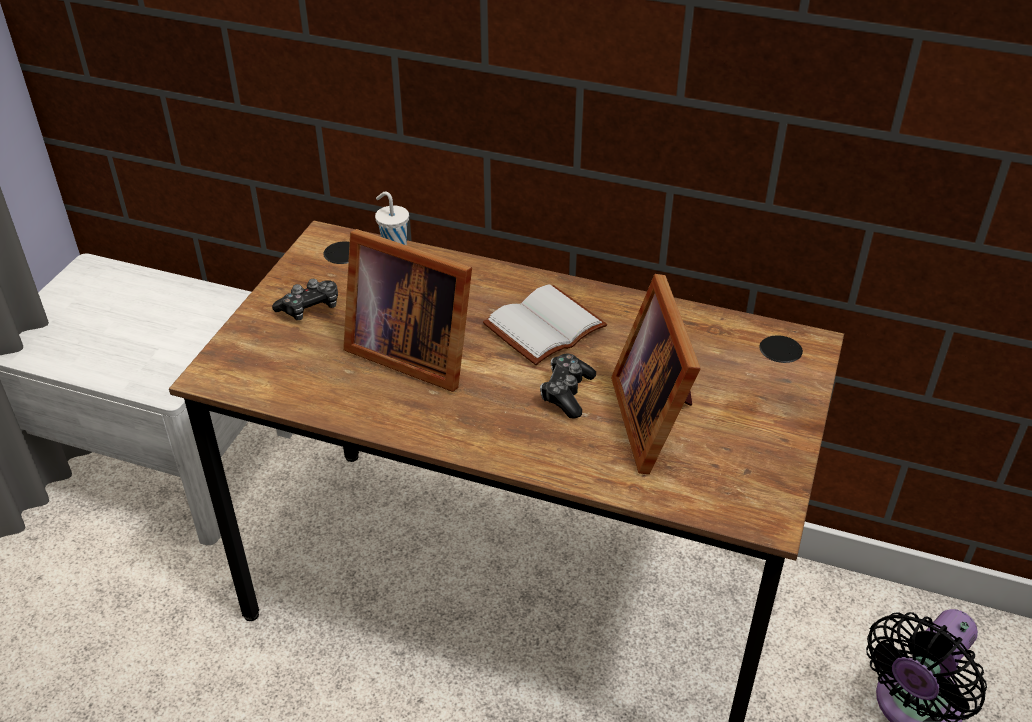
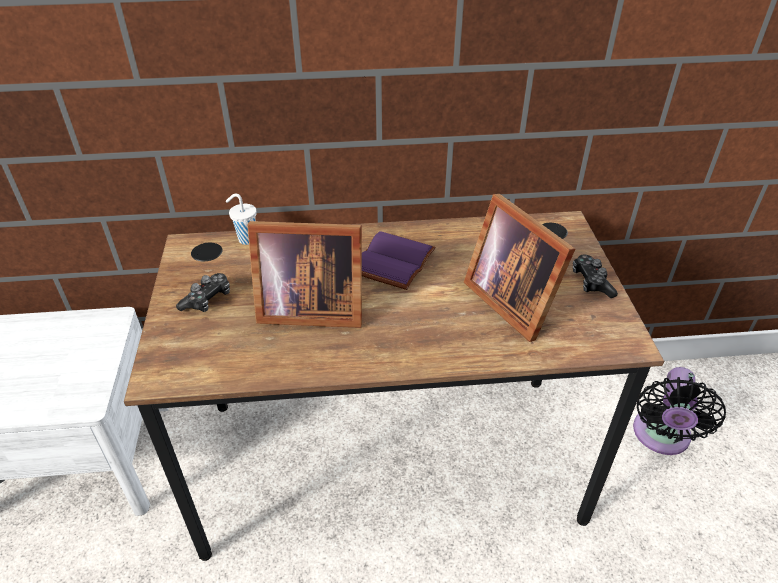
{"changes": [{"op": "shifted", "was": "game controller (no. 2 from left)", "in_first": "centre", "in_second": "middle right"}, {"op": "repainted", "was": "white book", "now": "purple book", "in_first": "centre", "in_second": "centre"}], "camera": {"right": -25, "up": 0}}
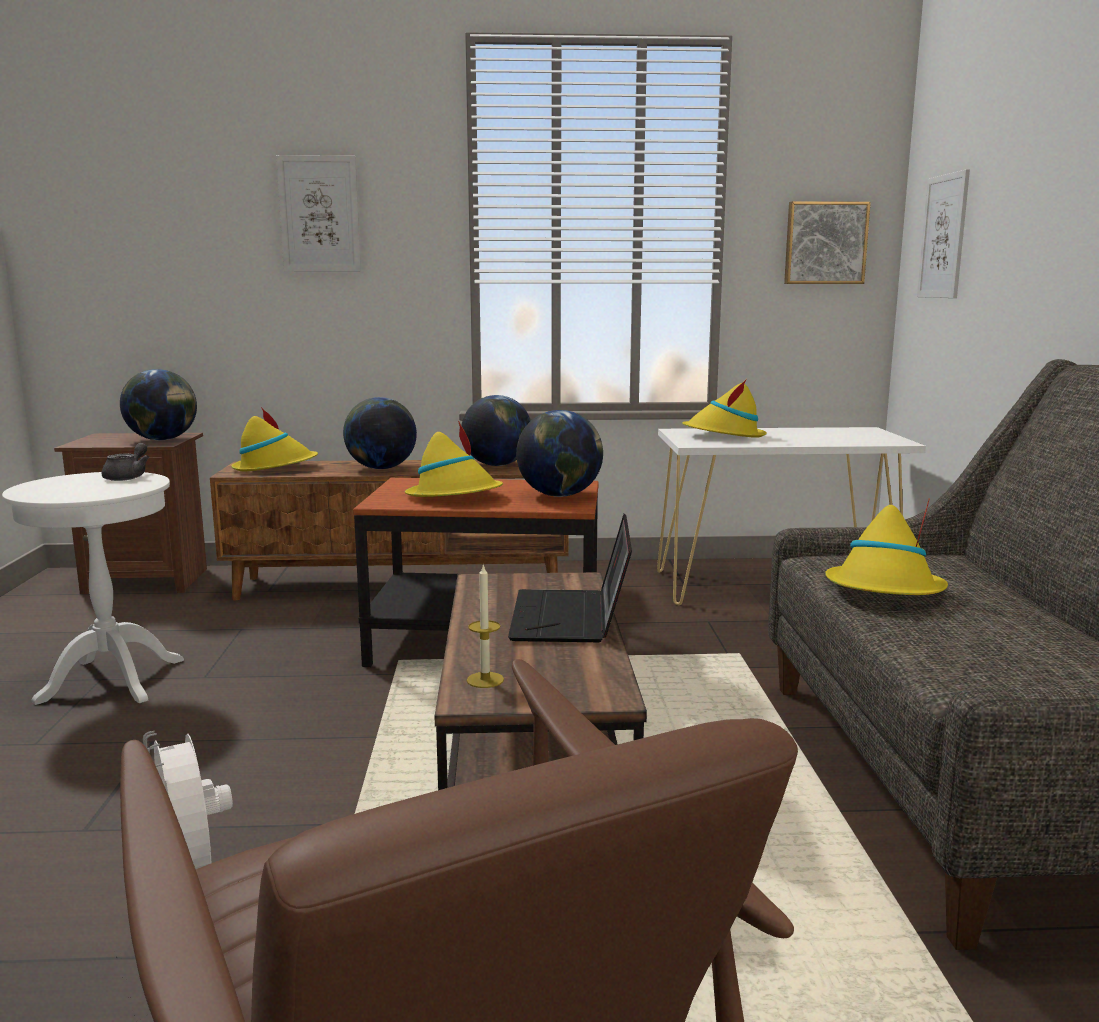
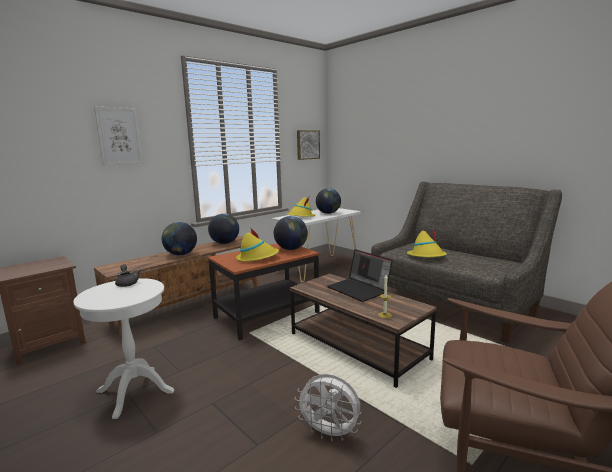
{"changes": [{"op": "gone", "was": "yellow hat (no. 1 from left)", "in_first": "middle left"}, {"op": "gone", "was": "picture (no. 3 from left)", "in_first": "top right"}, {"op": "shifted", "was": "globe (no. 1 from left in the first image)", "now": "globe (no. 4 from left)", "in_first": "middle left", "in_second": "centre"}], "camera": {"right": -40, "up": 0}}
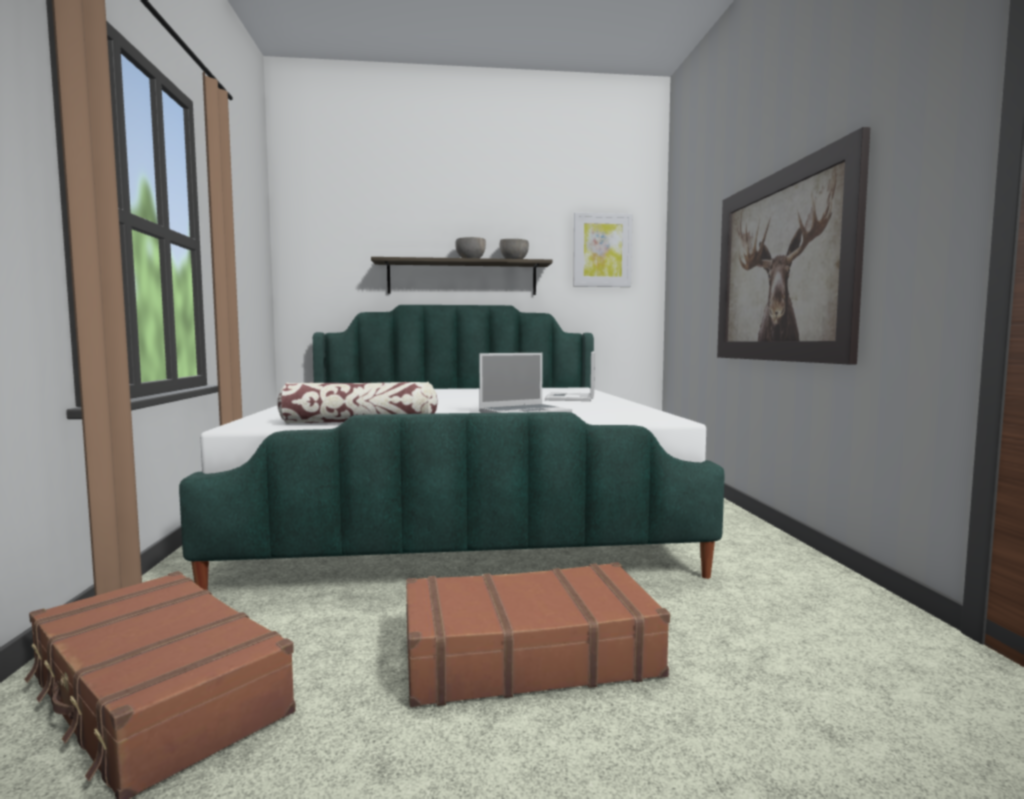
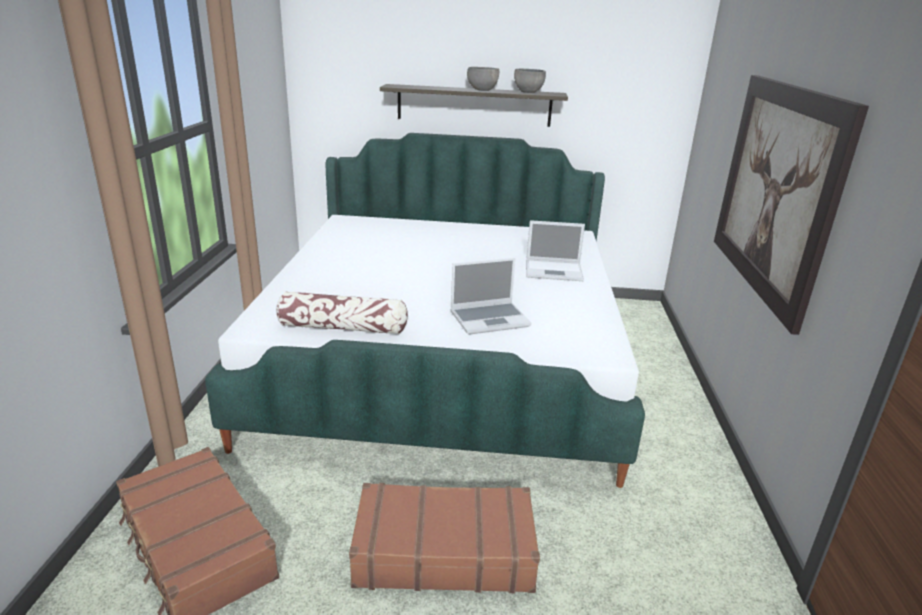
{"changes": [{"op": "gone", "was": "picture (no. 1 from left)", "in_first": "top centre"}, {"op": "rotated", "was": "laptop (no. 2 from left)", "in_first": "centre", "in_second": "centre", "clockwise": -105}], "camera": {"right": 10, "up": 20}}
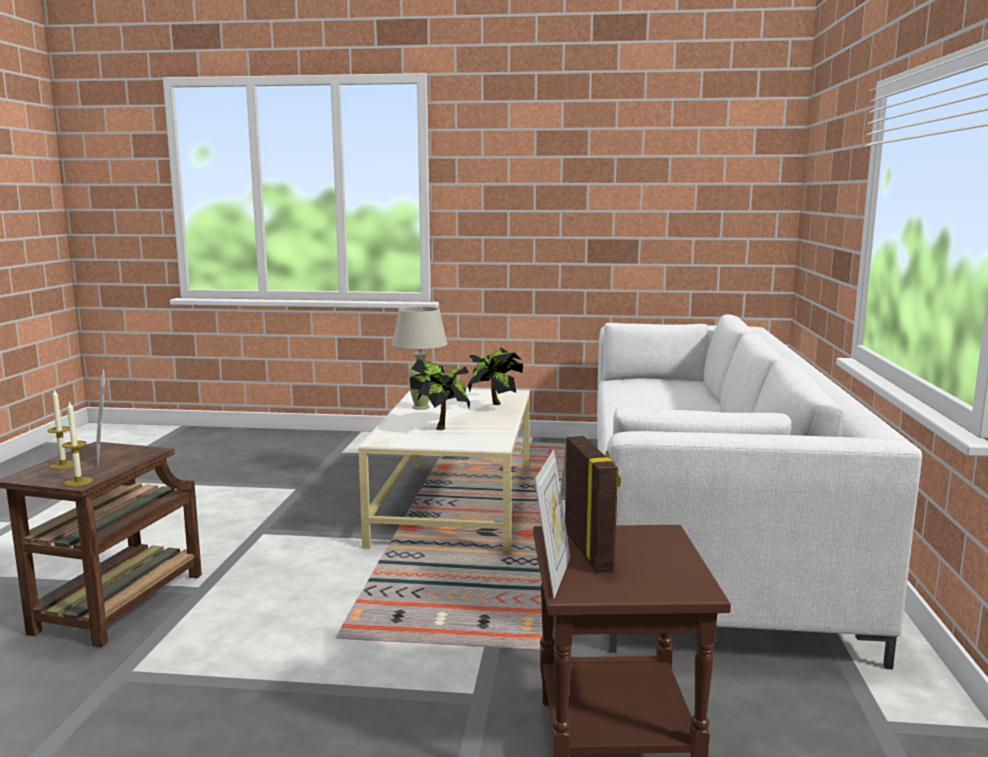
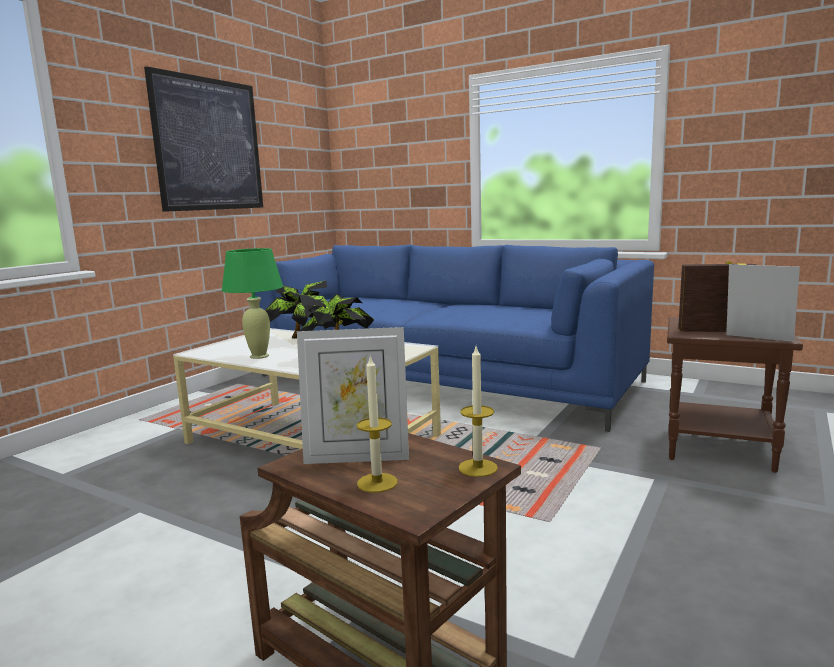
{"changes": [{"op": "new", "now": "picture", "in_second": "top left"}, {"op": "repainted", "was": "beige table lamp", "now": "green table lamp", "in_first": "centre", "in_second": "middle left"}, {"op": "repainted", "was": "white sofa", "now": "blue sofa", "in_first": "middle right", "in_second": "centre"}], "camera": {"right": -65, "up": 0}}
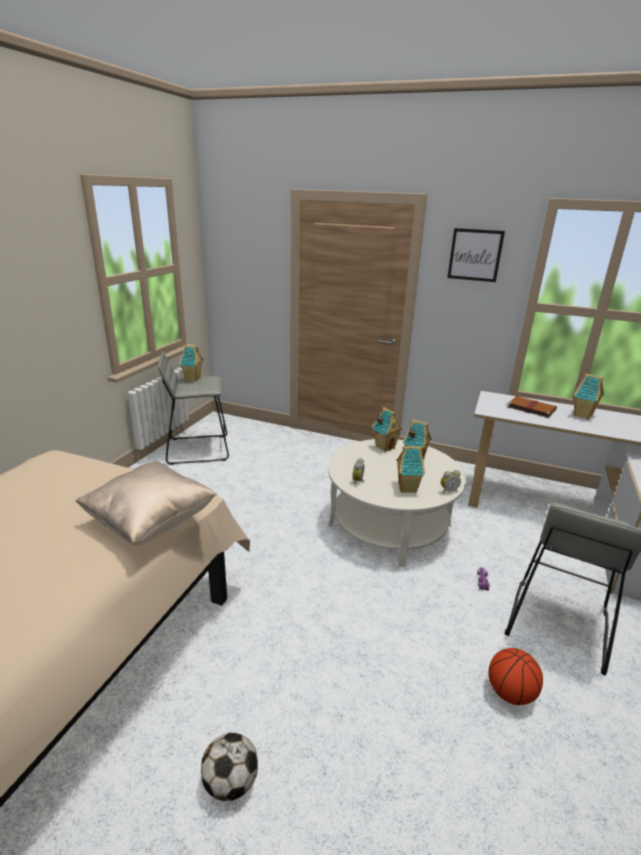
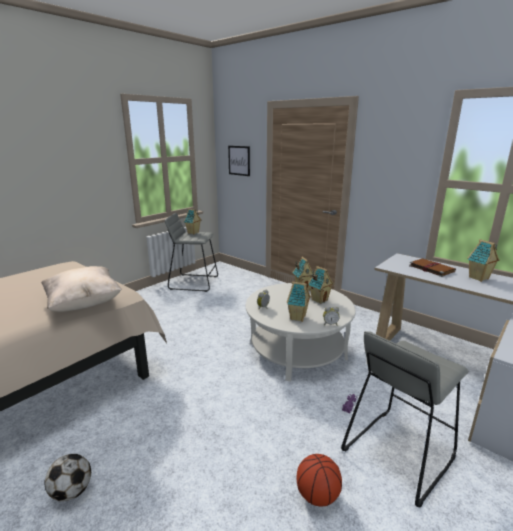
{"changes": [{"op": "shifted", "was": "picture", "in_first": "top right", "in_second": "top centre"}], "camera": {"right": 20, "up": -5}}
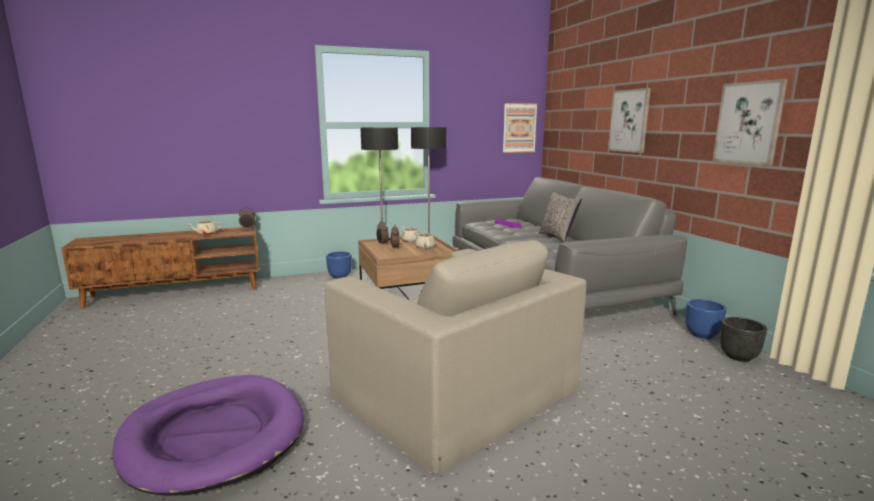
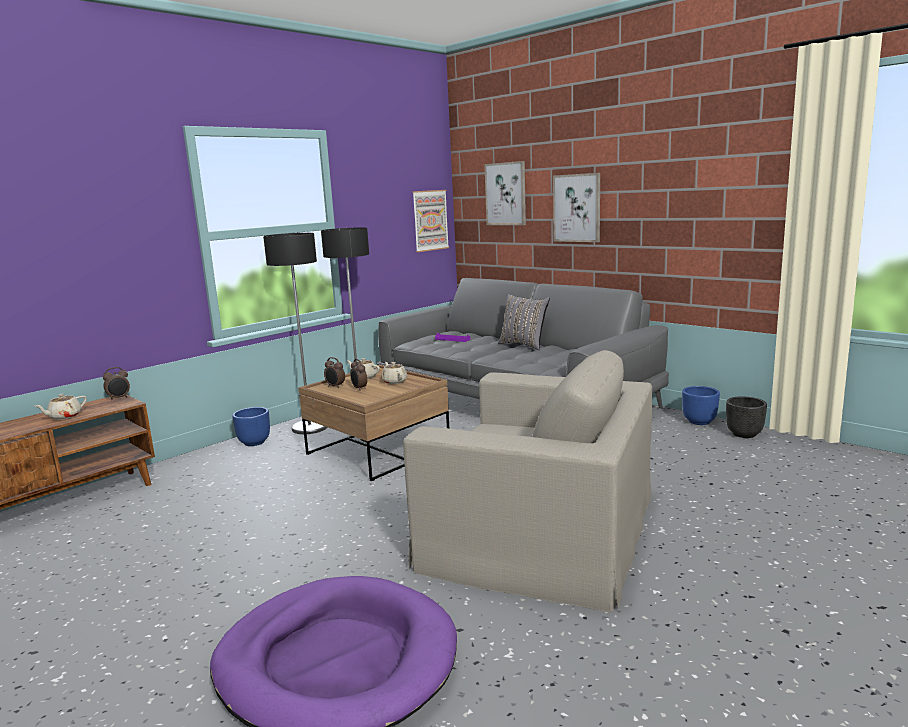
{"changes": [{"op": "shifted", "was": "picture (no. 3 from left in the first image)", "now": "picture (no. 2 from left)", "in_first": "top right", "in_second": "top centre"}], "camera": {"right": -25, "up": 0}}
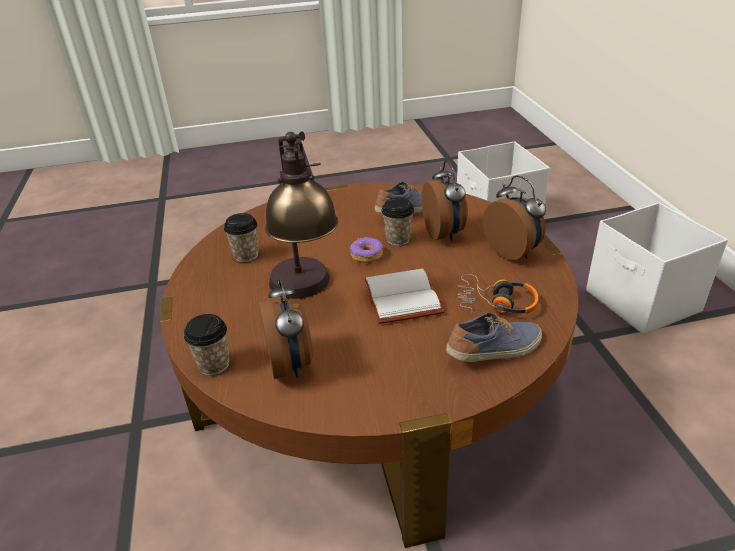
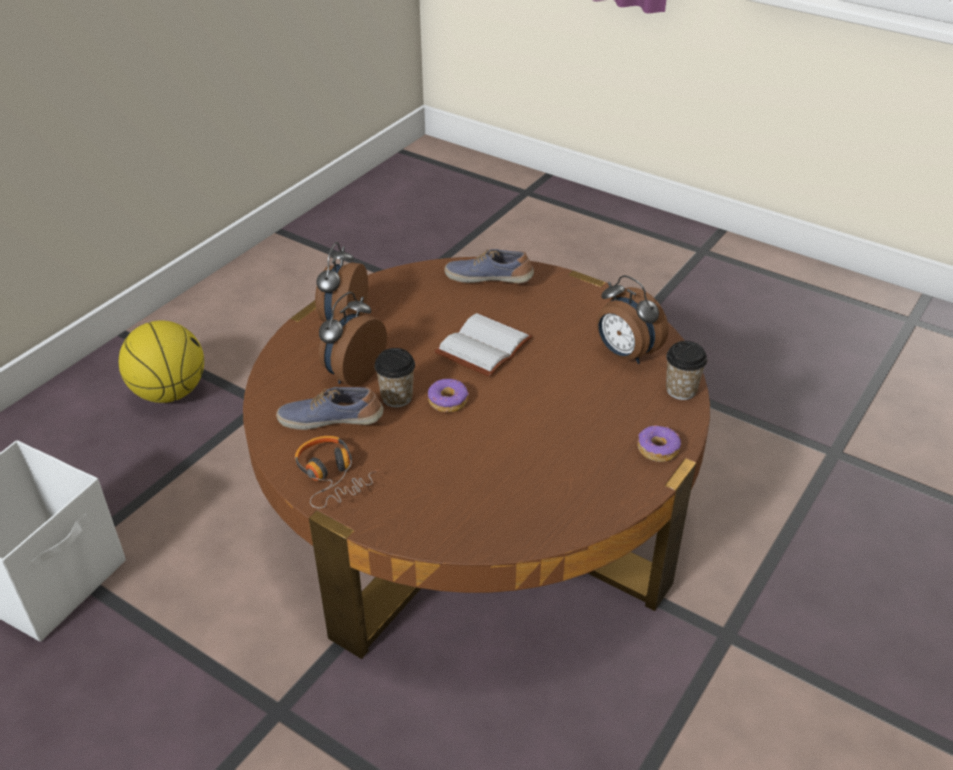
{"changes": [{"op": "gone", "was": "cup (no. 2 from left)", "in_first": "middle left"}, {"op": "gone", "was": "table lamp", "in_first": "centre"}, {"op": "new", "now": "donut (no. 2 from left)", "in_second": "middle right"}, {"op": "shifted", "was": "headphones", "in_first": "middle right", "in_second": "centre"}, {"op": "swapped", "was": "white storage box (no. 2 from left)", "now": "basketball", "in_first": "middle right", "in_second": "middle left"}, {"op": "rotated", "was": "alarm clock (no. 1 from left in the first image)", "in_first": "centre", "in_second": "centre", "clockwise": -75}], "camera": {"right": -135, "up": 5}}
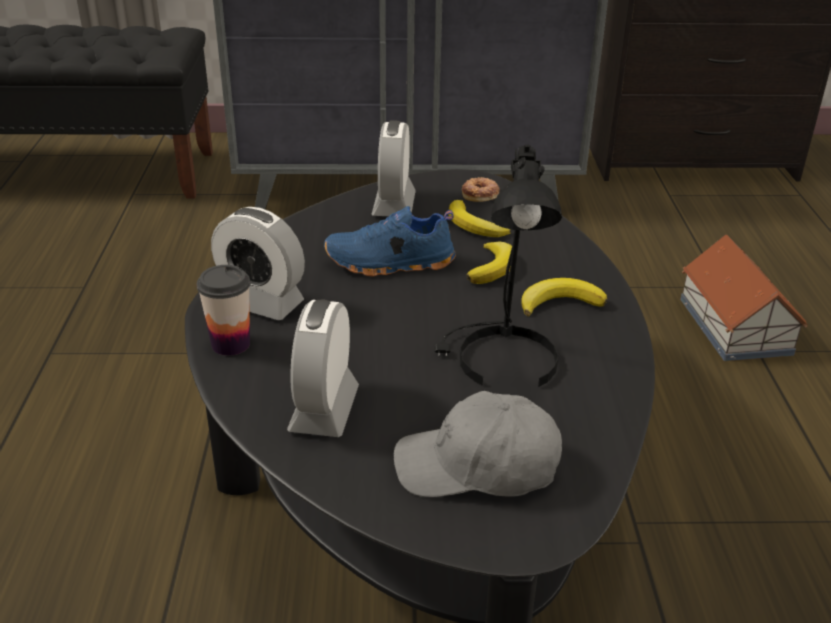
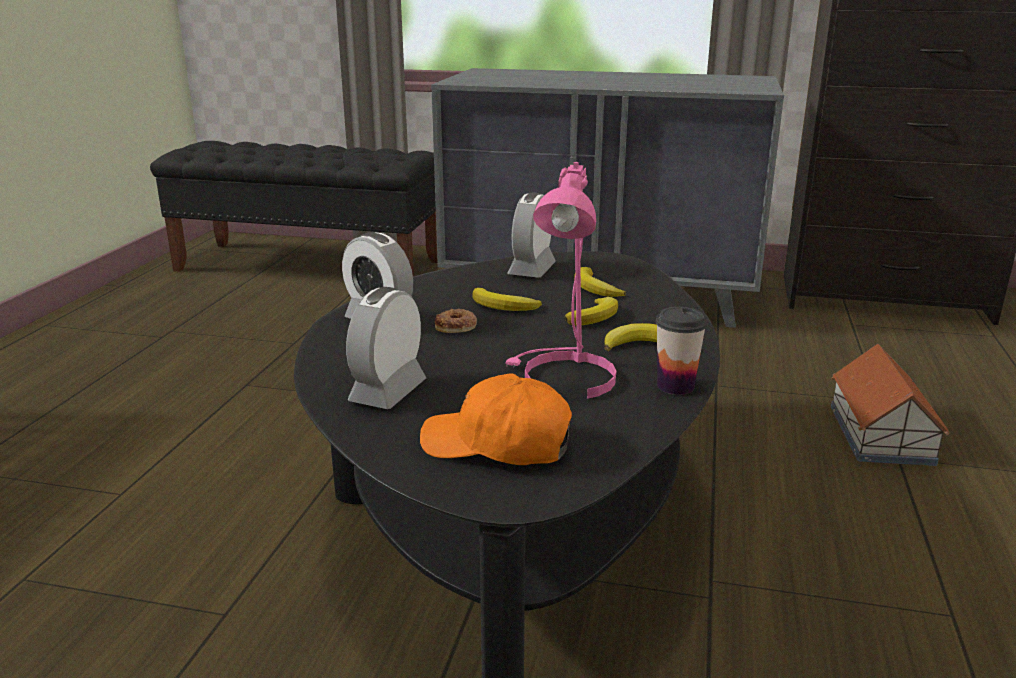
{"changes": [{"op": "shifted", "was": "cup", "in_first": "middle left", "in_second": "middle right"}, {"op": "shifted", "was": "donut", "in_first": "top centre", "in_second": "centre"}, {"op": "swapped", "was": "blue shoe", "now": "banana (no. 1 from left)", "in_first": "centre", "in_second": "centre"}, {"op": "repainted", "was": "grey cap", "now": "orange cap", "in_first": "bottom centre", "in_second": "centre"}, {"op": "repainted", "was": "black table lamp", "now": "pink table lamp", "in_first": "centre", "in_second": "centre"}], "camera": {"right": 15, "up": -10}}
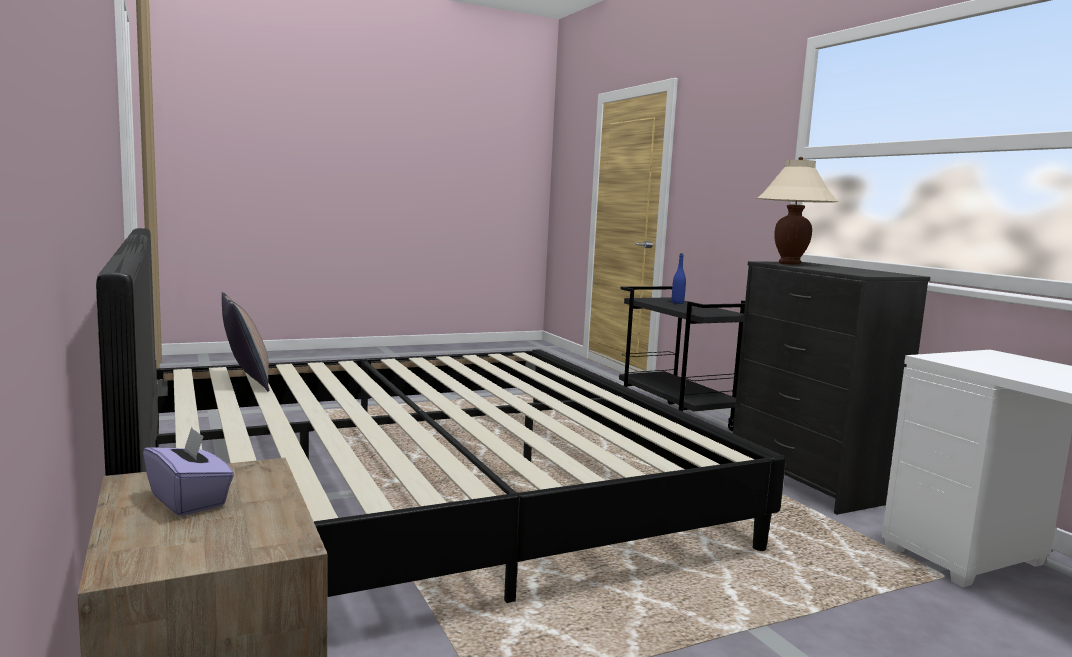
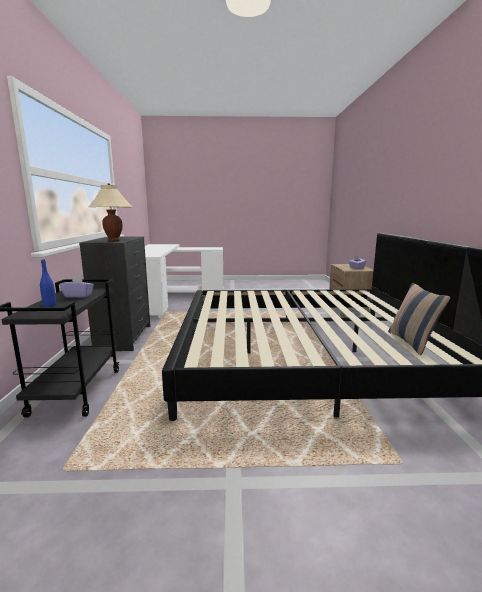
{"changes": [{"op": "new", "now": "purple tissue box (no. 1 from left)", "in_second": "middle left"}], "camera": {"right": -155, "up": 5}}
